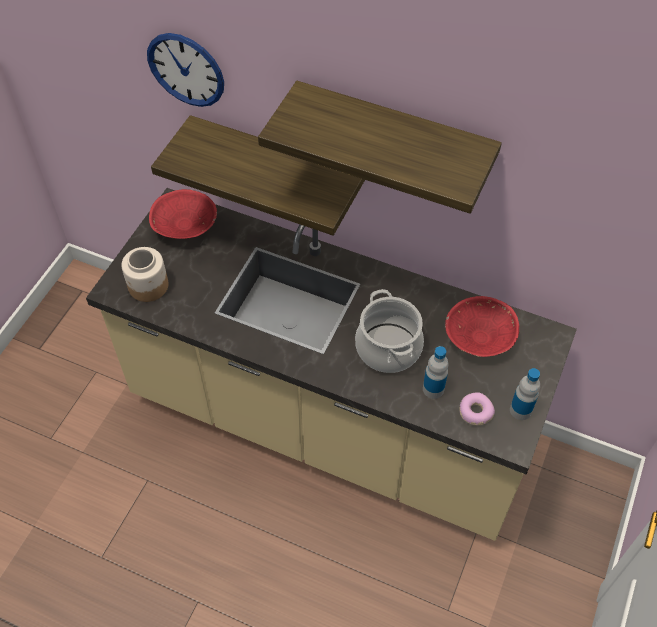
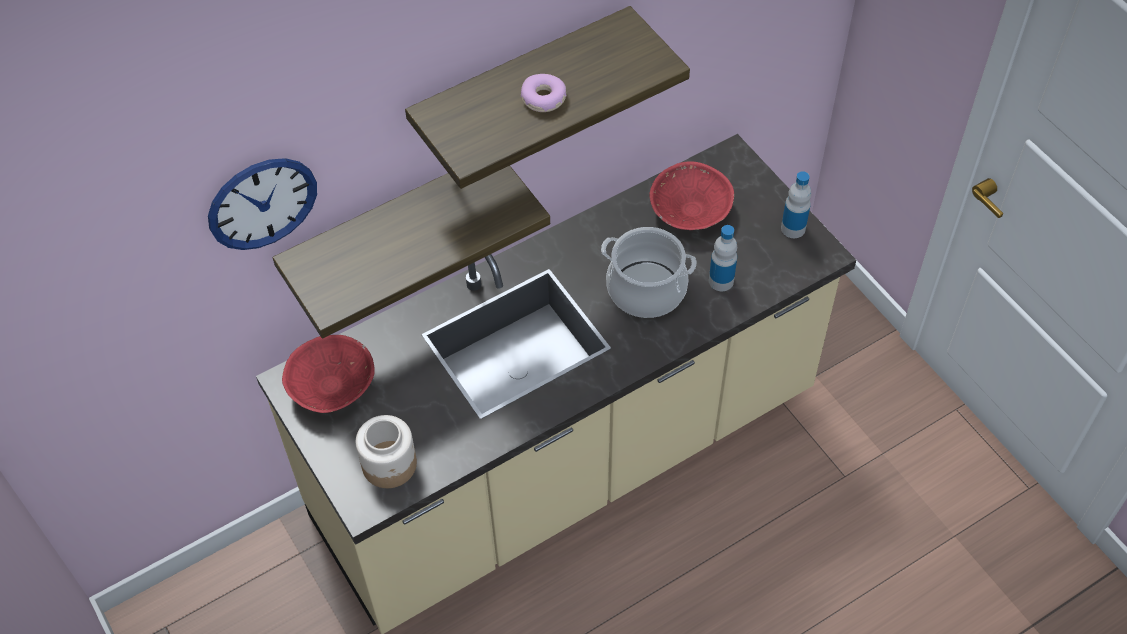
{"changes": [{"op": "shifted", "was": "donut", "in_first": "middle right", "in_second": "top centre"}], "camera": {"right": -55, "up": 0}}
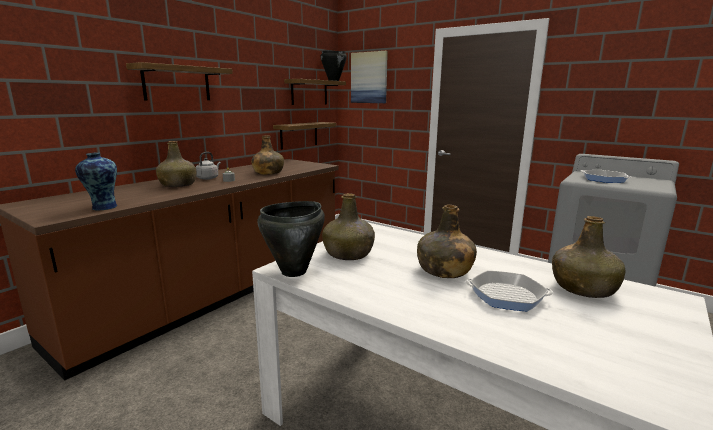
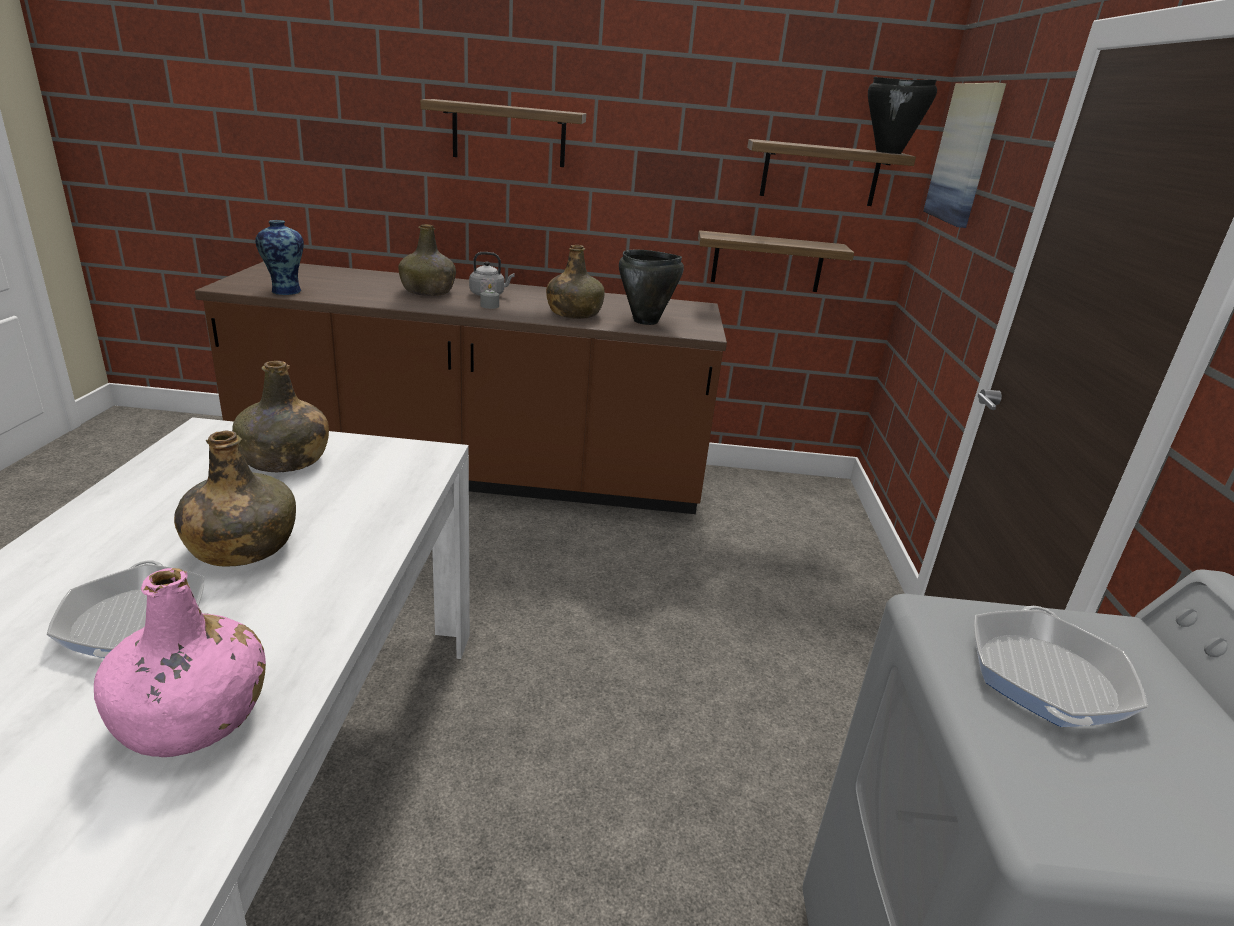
{"changes": [{"op": "shifted", "was": "black cooking pot (no. 1 from left)", "in_first": "centre", "in_second": "top centre"}, {"op": "repainted", "was": "green bottle (no. 5 from left)", "now": "pink bottle", "in_first": "middle right", "in_second": "bottom left"}], "camera": {"right": 55, "up": 10}}
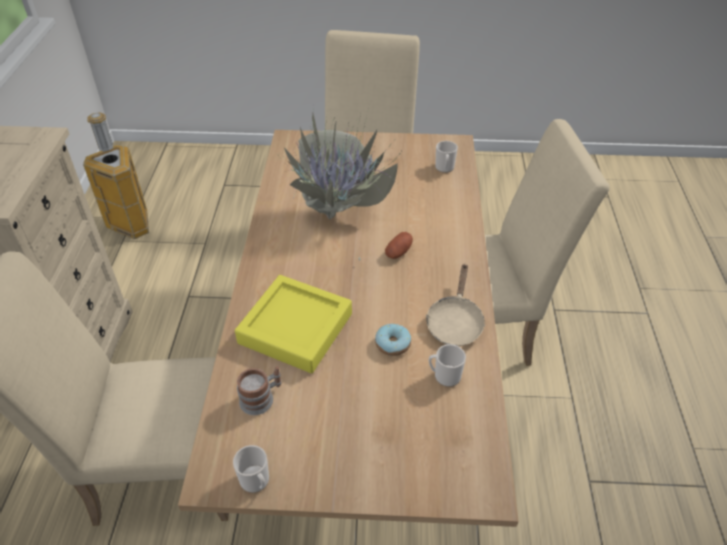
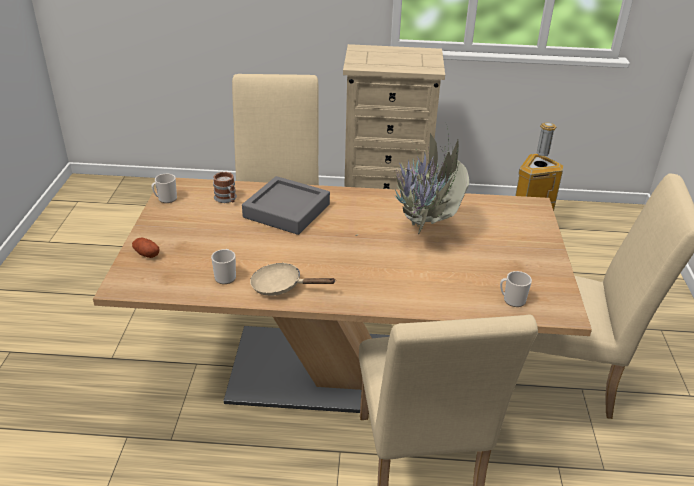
{"changes": [{"op": "gone", "was": "donut", "in_first": "centre"}, {"op": "shifted", "was": "potato", "in_first": "centre", "in_second": "middle left"}, {"op": "repainted", "was": "yellow tray", "now": "grey tray", "in_first": "centre", "in_second": "centre"}], "camera": {"right": 90, "up": -10}}
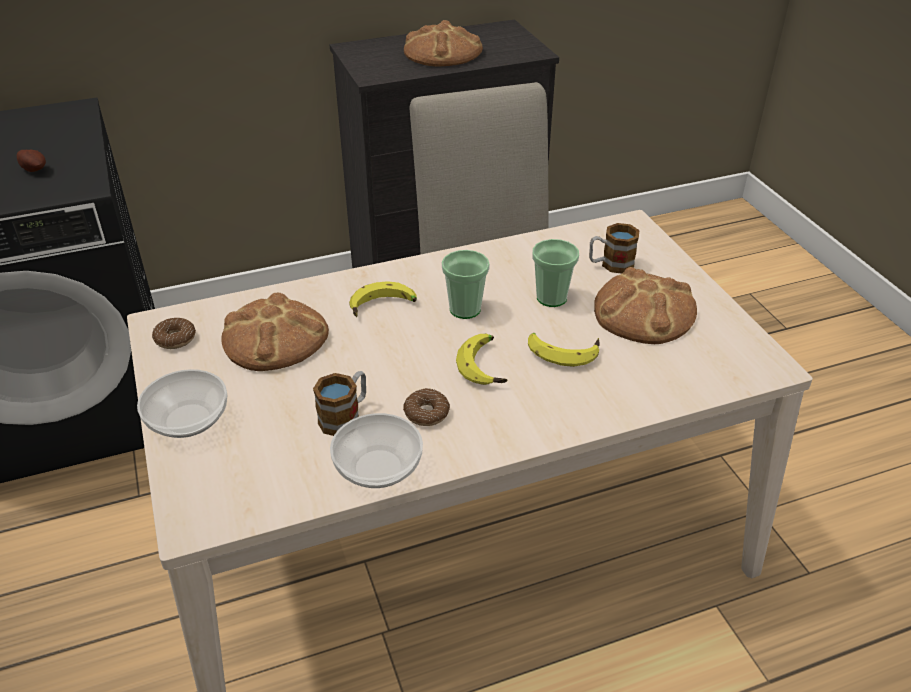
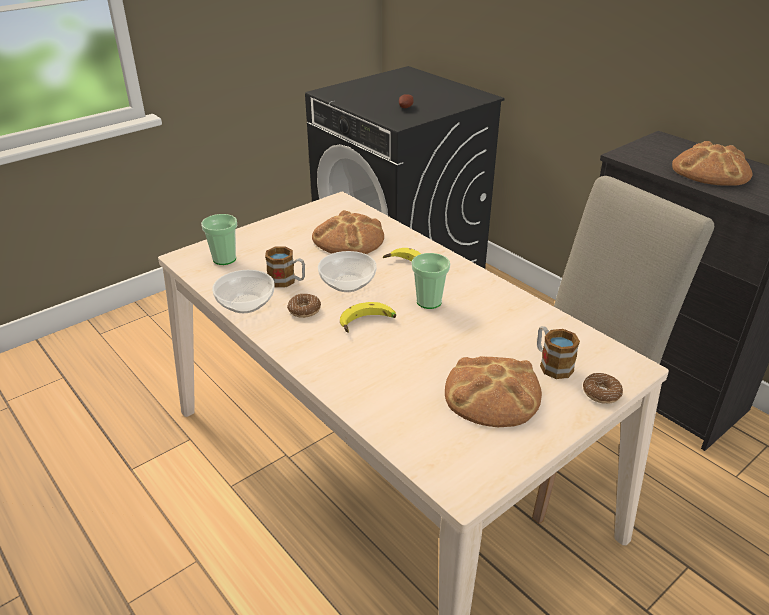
{"changes": [{"op": "gone", "was": "banana (no. 3 from left)", "in_first": "centre"}, {"op": "shifted", "was": "bowl (no. 1 from left in the first image)", "now": "bowl (no. 2 from left)", "in_first": "middle left", "in_second": "centre"}, {"op": "shifted", "was": "donut (no. 1 from left in the first image)", "now": "donut (no. 2 from left)", "in_first": "middle left", "in_second": "middle right"}, {"op": "shifted", "was": "cup (no. 2 from left in the first image)", "now": "cup (no. 1 from left)", "in_first": "centre", "in_second": "middle left"}], "camera": {"right": 70, "up": -5}}
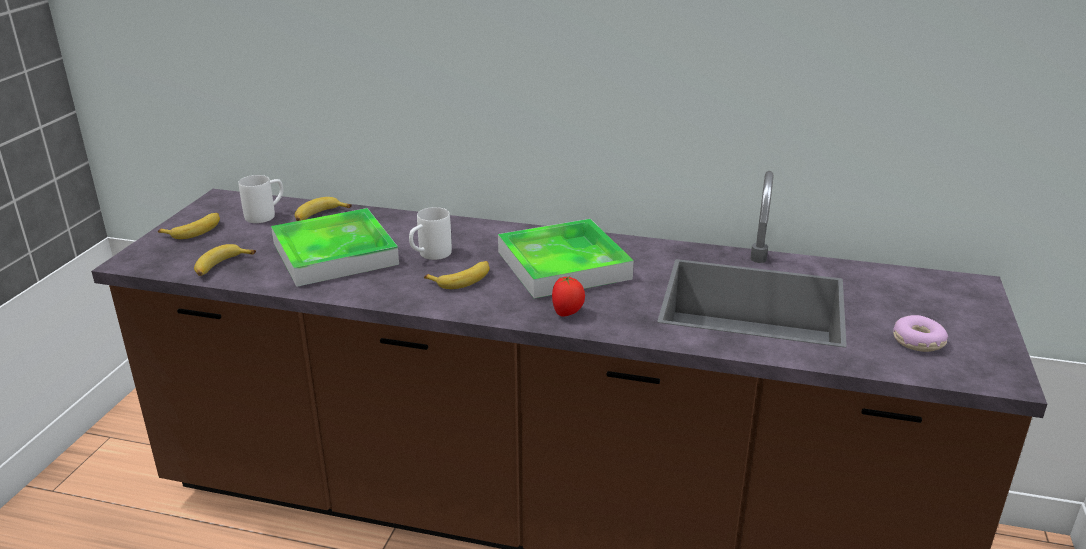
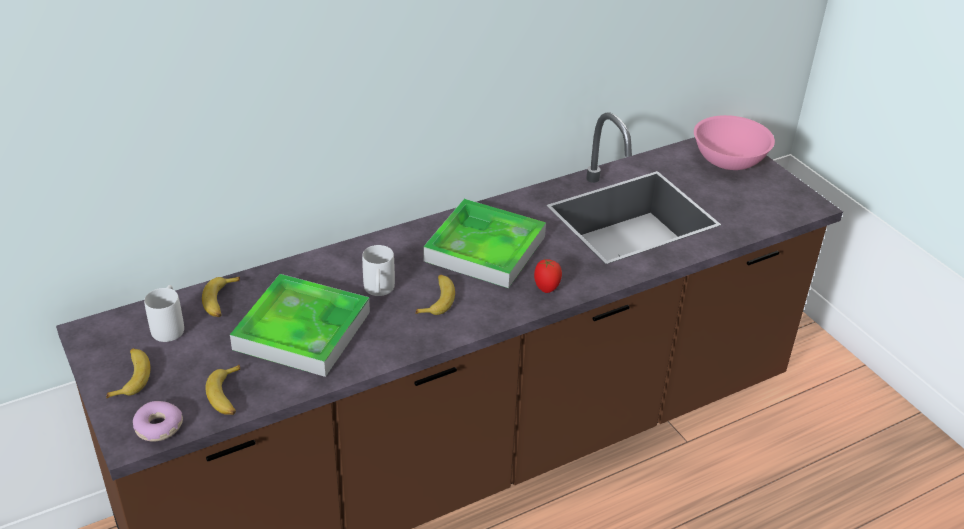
{"changes": [{"op": "new", "now": "pink bowl", "in_second": "top right"}, {"op": "shifted", "was": "donut", "in_first": "middle right", "in_second": "bottom left"}], "camera": {"right": -45, "up": 10}}
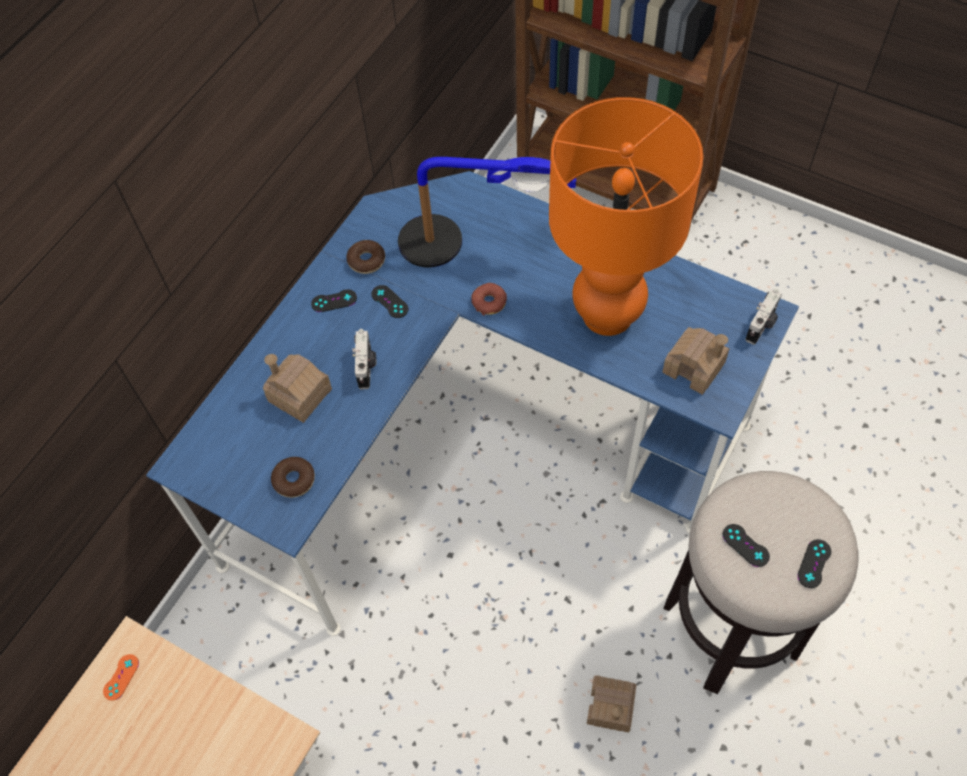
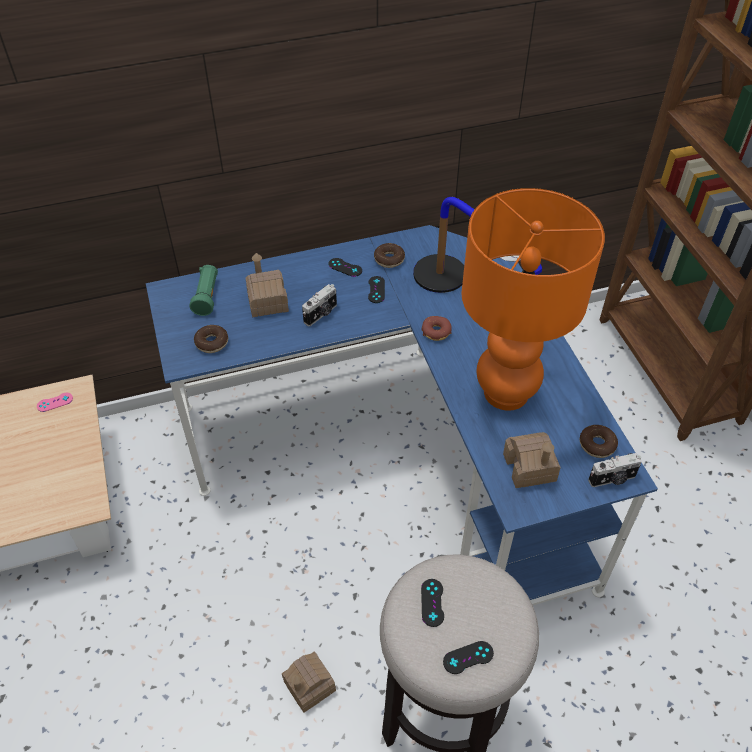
{"changes": [{"op": "new", "now": "green flashlight", "in_second": "middle left"}, {"op": "new", "now": "donut (no. 4 from left)", "in_second": "middle right"}, {"op": "repainted", "was": "orange game controller", "now": "pink game controller", "in_first": "bottom left", "in_second": "middle left"}], "camera": {"right": 40, "up": -10}}
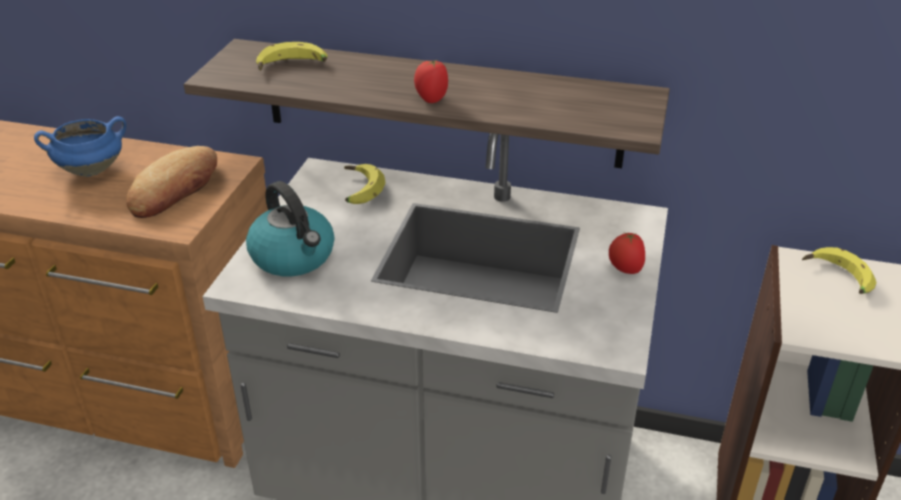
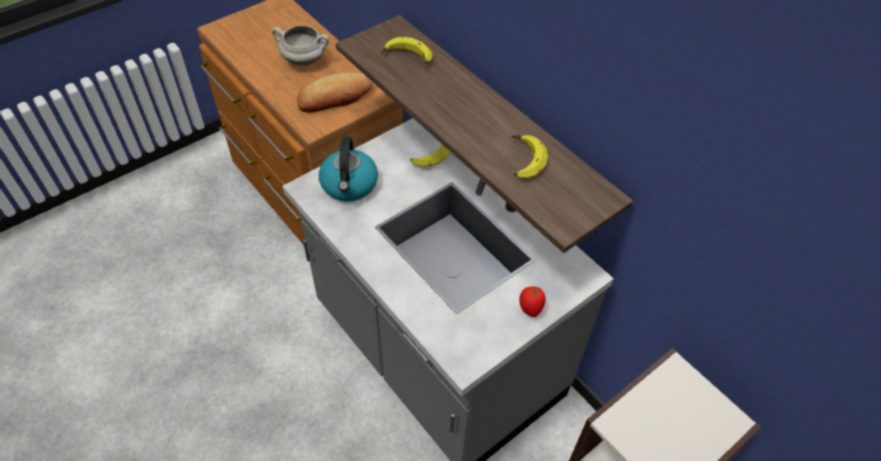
{"changes": [{"op": "gone", "was": "tomato (no. 1 from left)", "in_first": "top centre"}, {"op": "shifted", "was": "banana (no. 3 from left)", "in_first": "middle right", "in_second": "centre"}, {"op": "repainted", "was": "blue cooking pot", "now": "white cooking pot", "in_first": "top left", "in_second": "top centre"}], "camera": {"right": 35, "up": 15}}
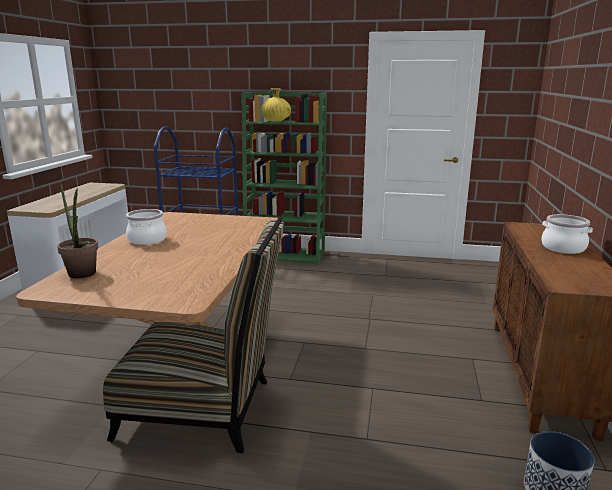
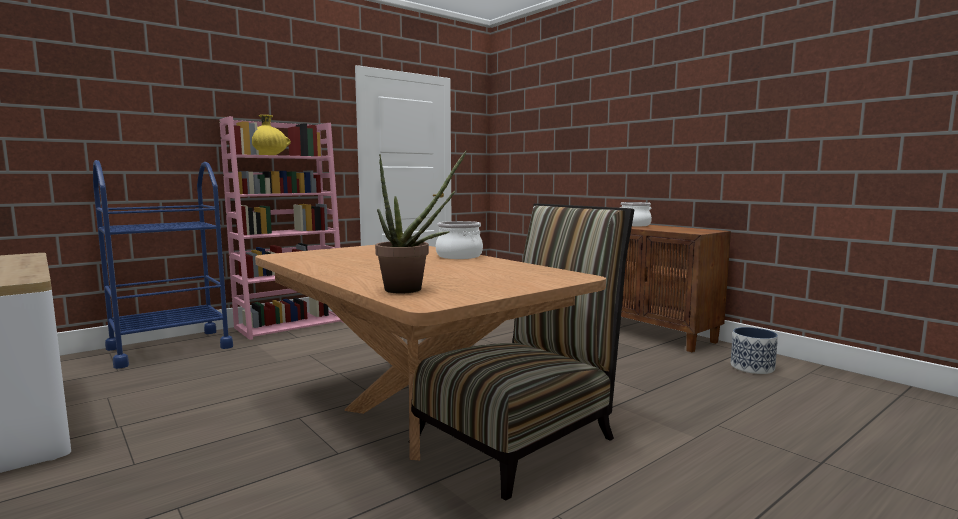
{"changes": [{"op": "shifted", "was": "cooking pot (no. 1 from left)", "in_first": "middle left", "in_second": "centre"}, {"op": "repainted", "was": "green bookcase", "now": "pink bookcase", "in_first": "centre", "in_second": "middle left"}], "camera": {"right": -50, "up": -10}}
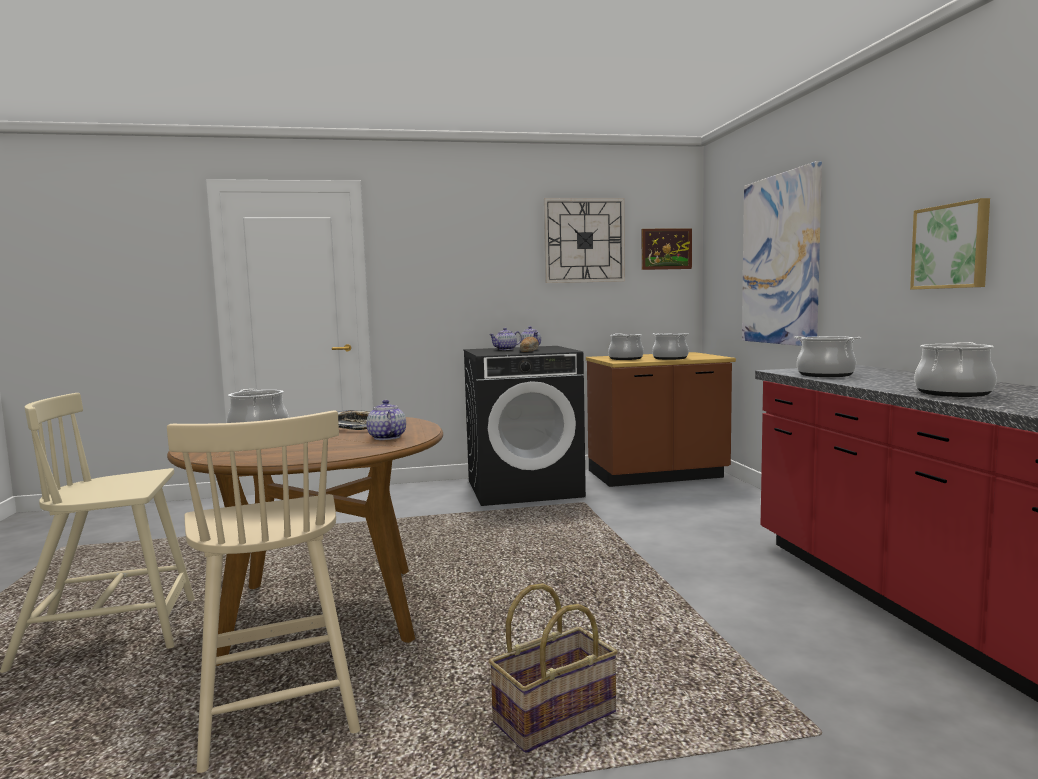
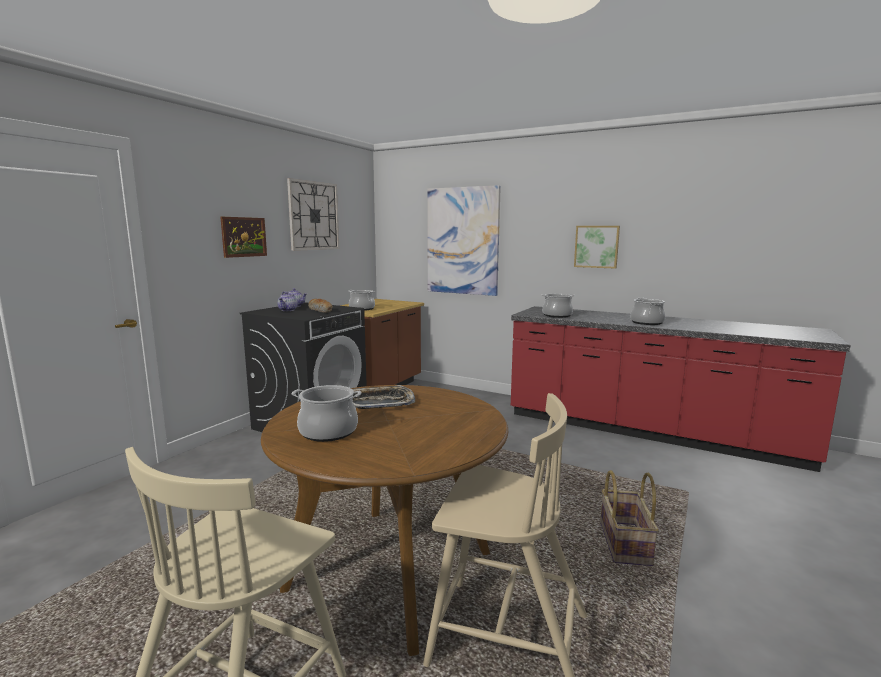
{"changes": [{"op": "gone", "was": "teapot (no. 1 from left)", "in_first": "centre"}, {"op": "gone", "was": "cooking pot (no. 3 from left)", "in_first": "centre"}, {"op": "shifted", "was": "picture (no. 1 from left)", "in_first": "top centre", "in_second": "middle left"}], "camera": {"right": -50, "up": 5}}
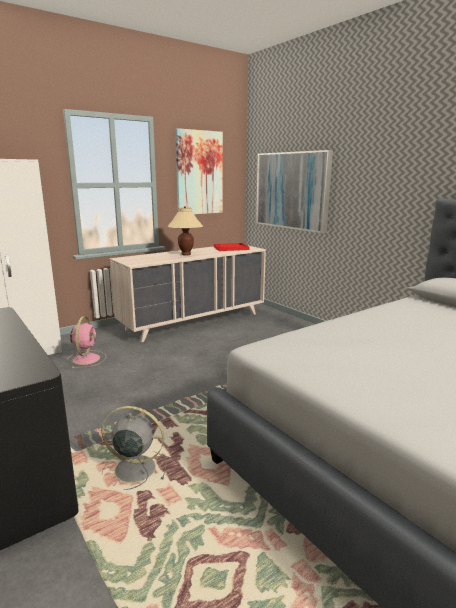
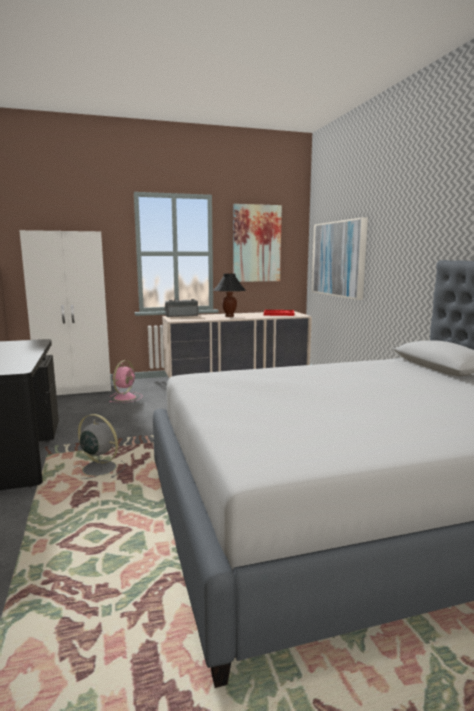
{"changes": [{"op": "new", "now": "radio", "in_second": "centre"}, {"op": "repainted", "was": "beige table lamp", "now": "black table lamp", "in_first": "centre", "in_second": "centre"}], "camera": {"right": 20, "up": -5}}
